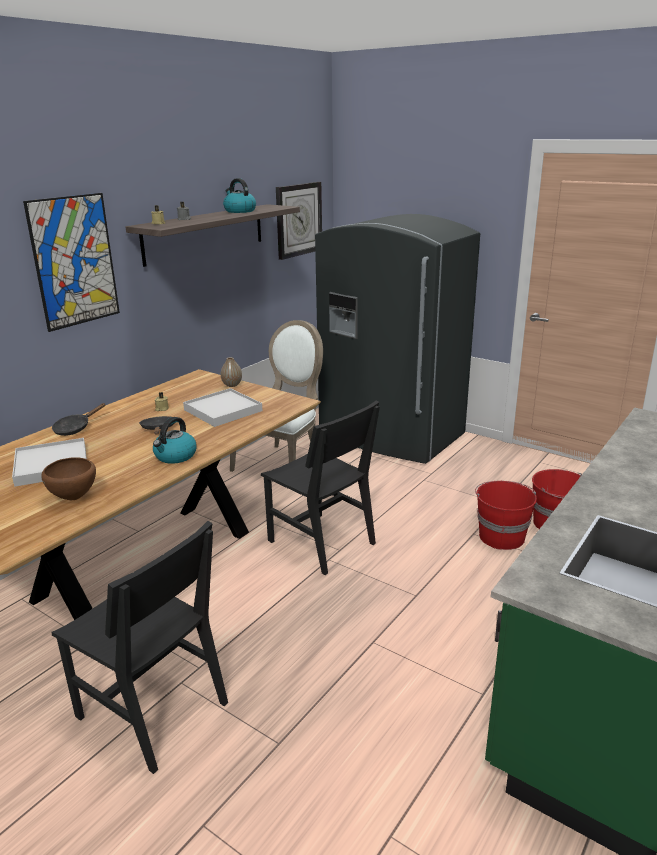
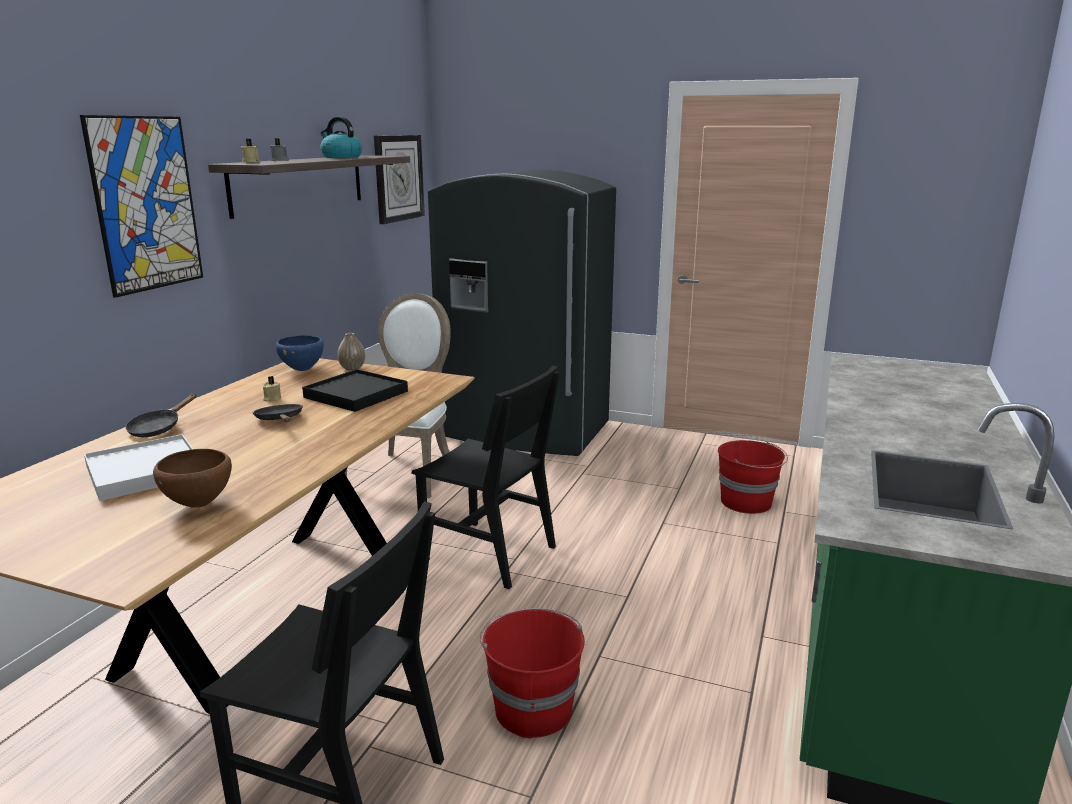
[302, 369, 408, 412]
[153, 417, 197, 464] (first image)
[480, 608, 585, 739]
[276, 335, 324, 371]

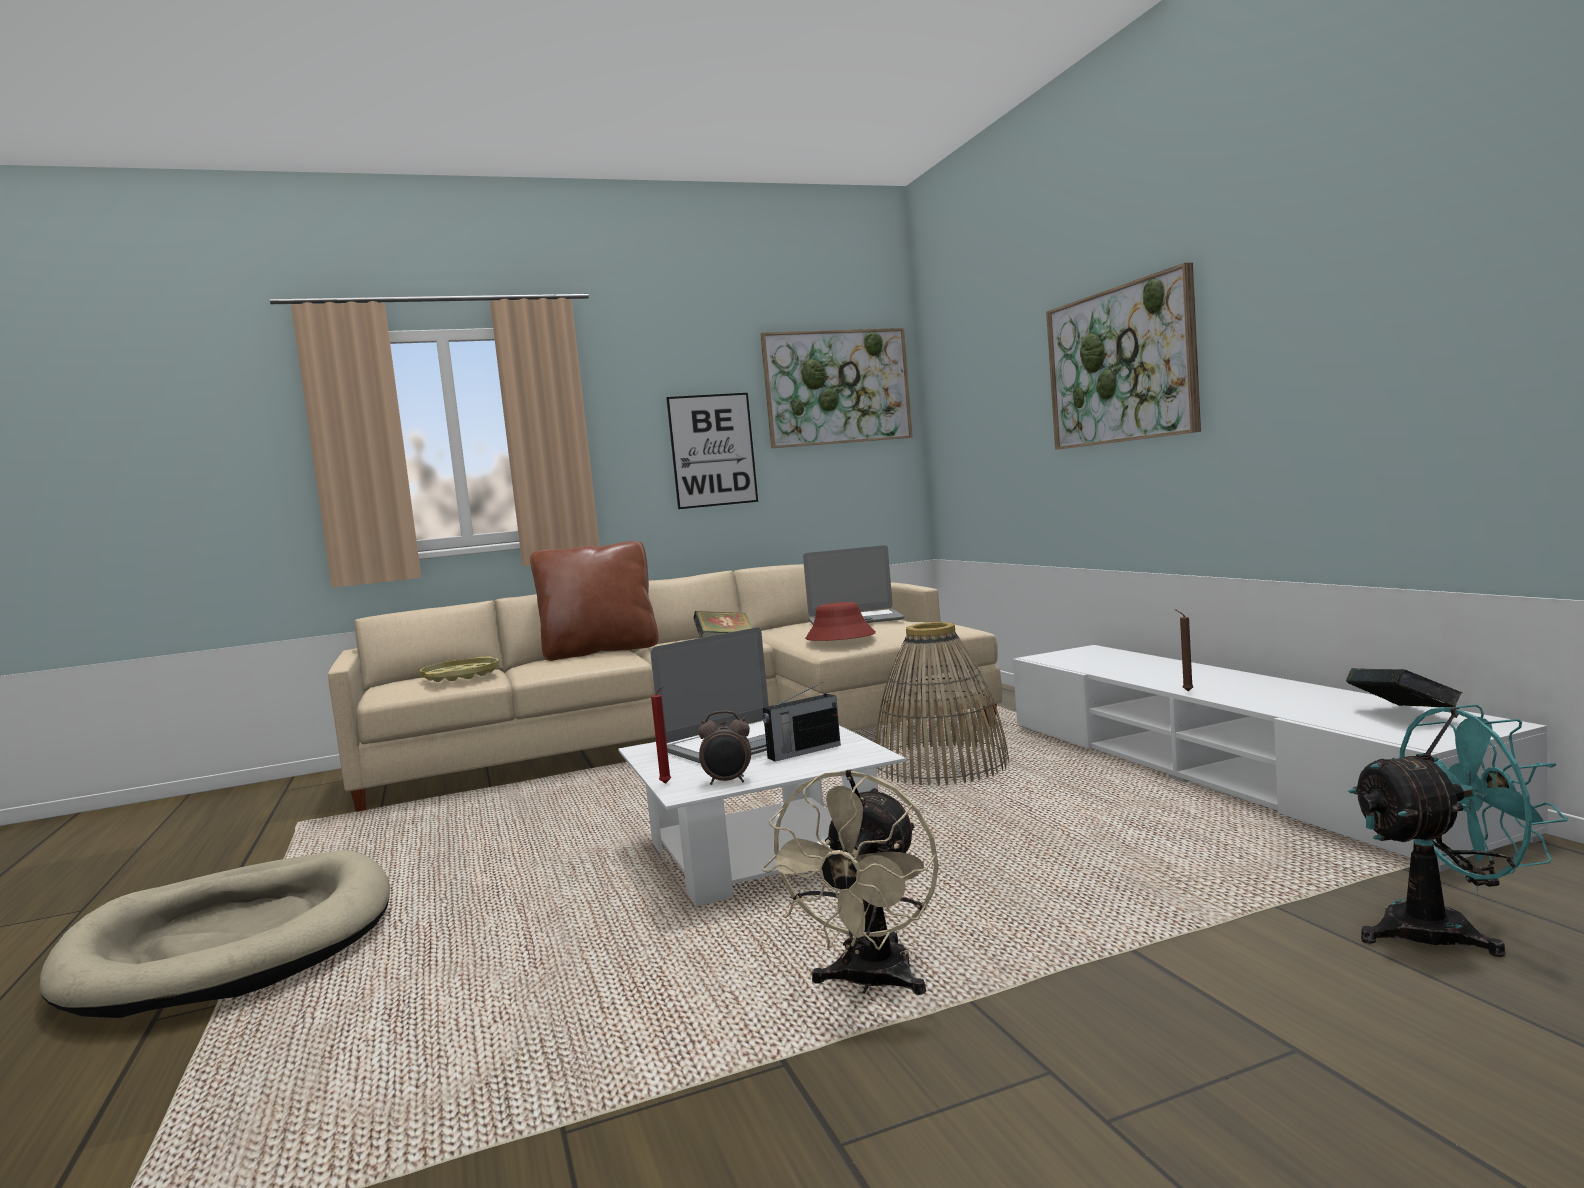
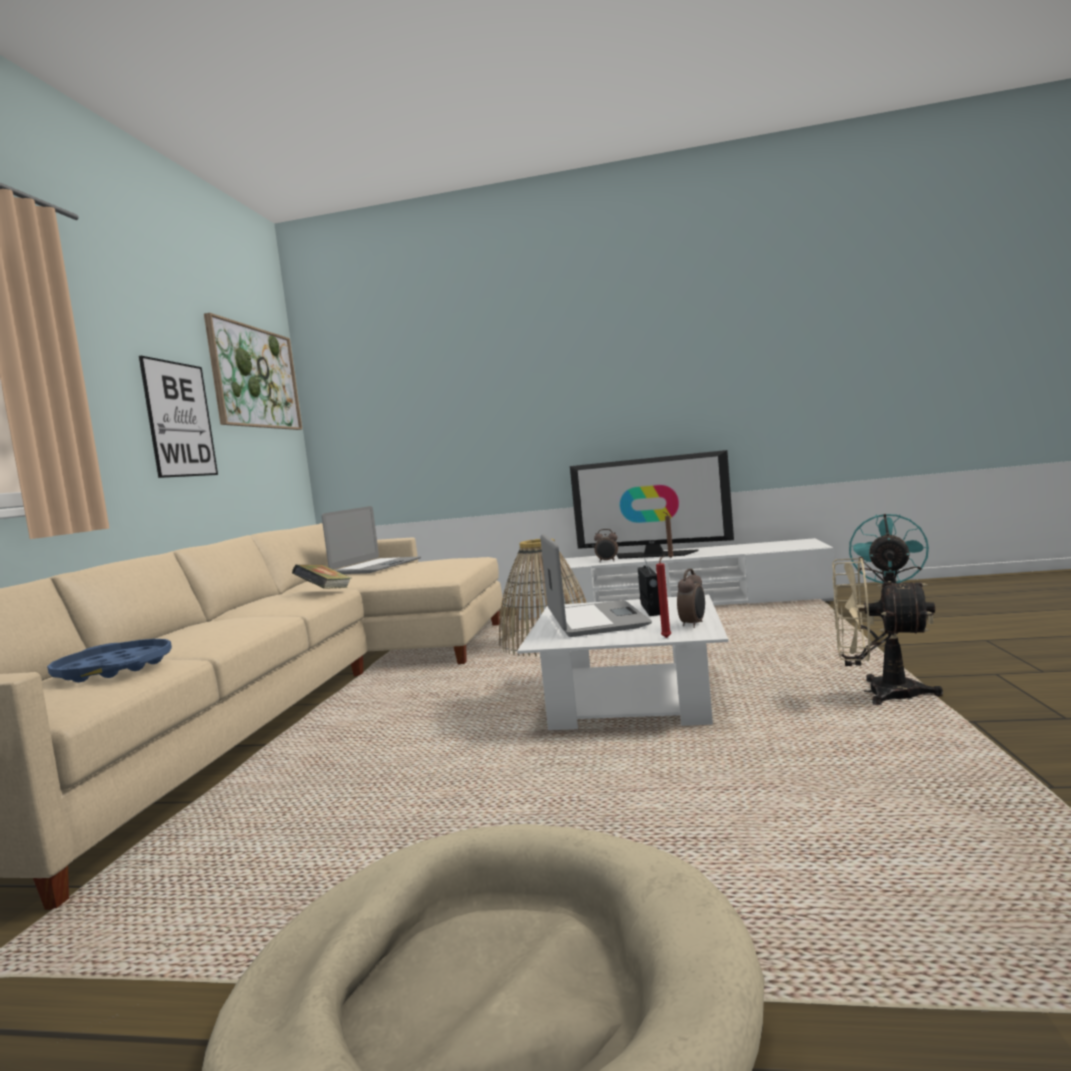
[1046, 263, 1201, 450] (first image)
[530, 541, 658, 661] (first image)
[805, 602, 876, 641] (first image)
[47, 639, 172, 683]
[1346, 668, 1462, 708] (first image)
[832, 557, 943, 705]
[570, 450, 734, 559]
[594, 529, 618, 562]

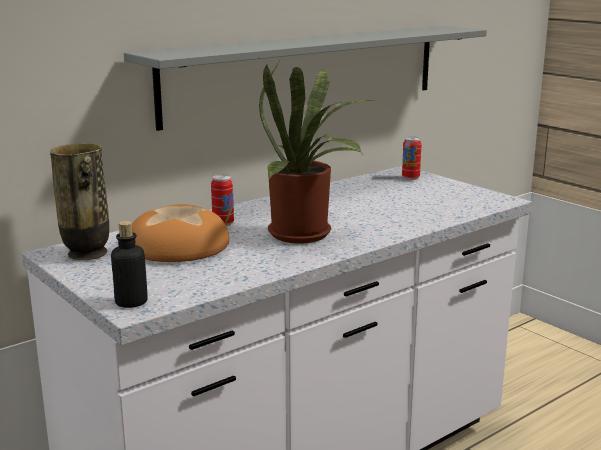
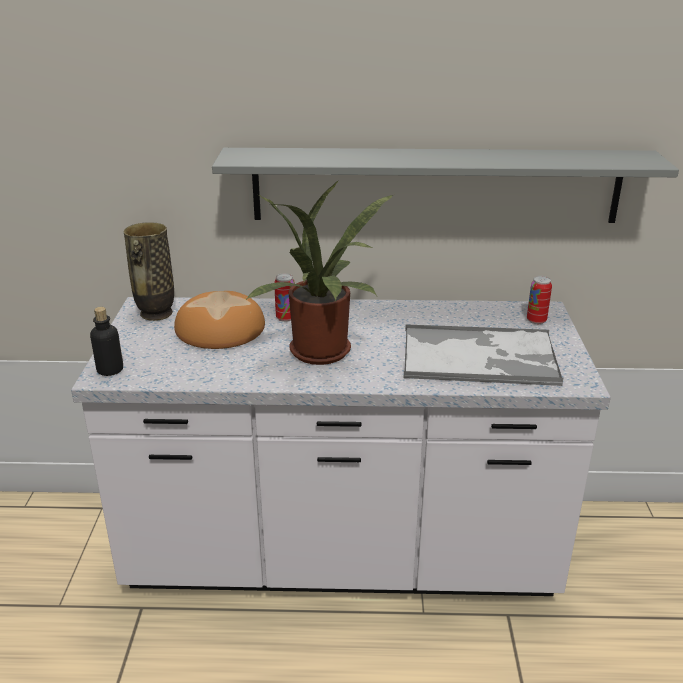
[404, 324, 563, 386]

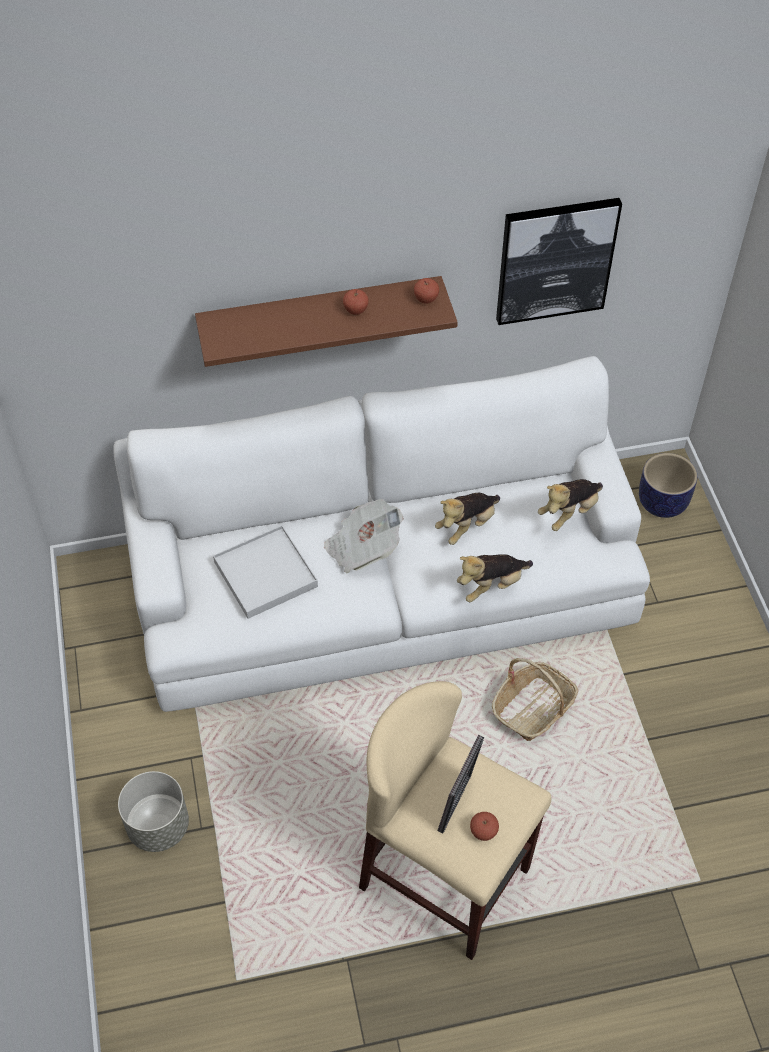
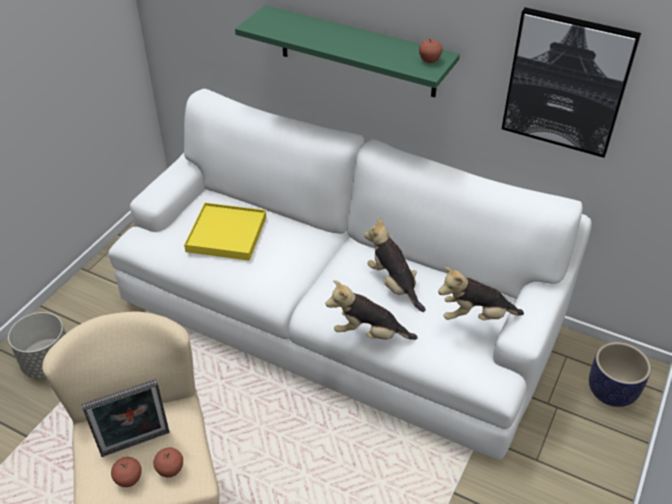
[235, 5, 460, 97]
[153, 447, 183, 478]
[364, 217, 425, 312]
[324, 499, 404, 573] (first image)
[184, 203, 266, 261]
[492, 658, 578, 741] (first image)

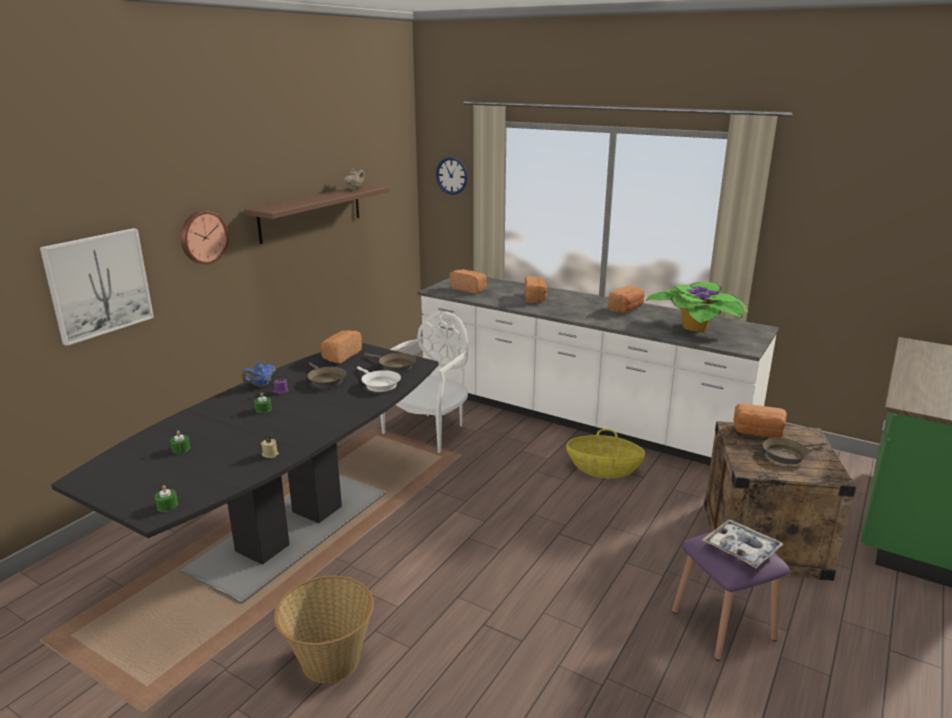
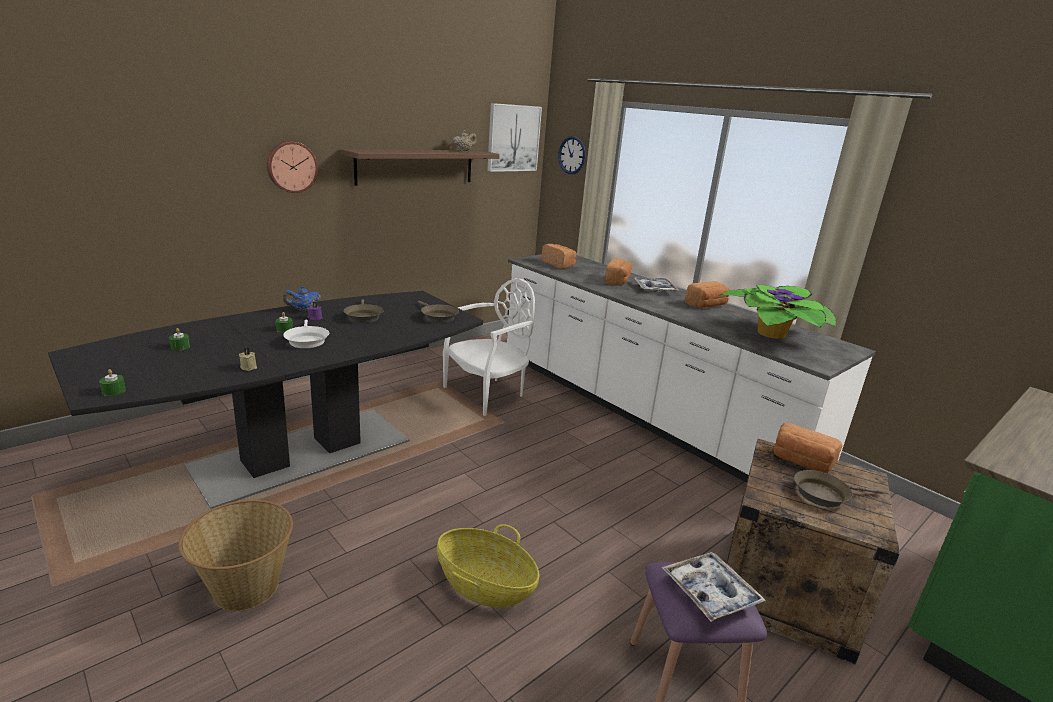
[487, 103, 542, 172]
[321, 330, 362, 363] (first image)
[284, 320, 329, 348]
[437, 524, 539, 608]
[634, 277, 678, 292]

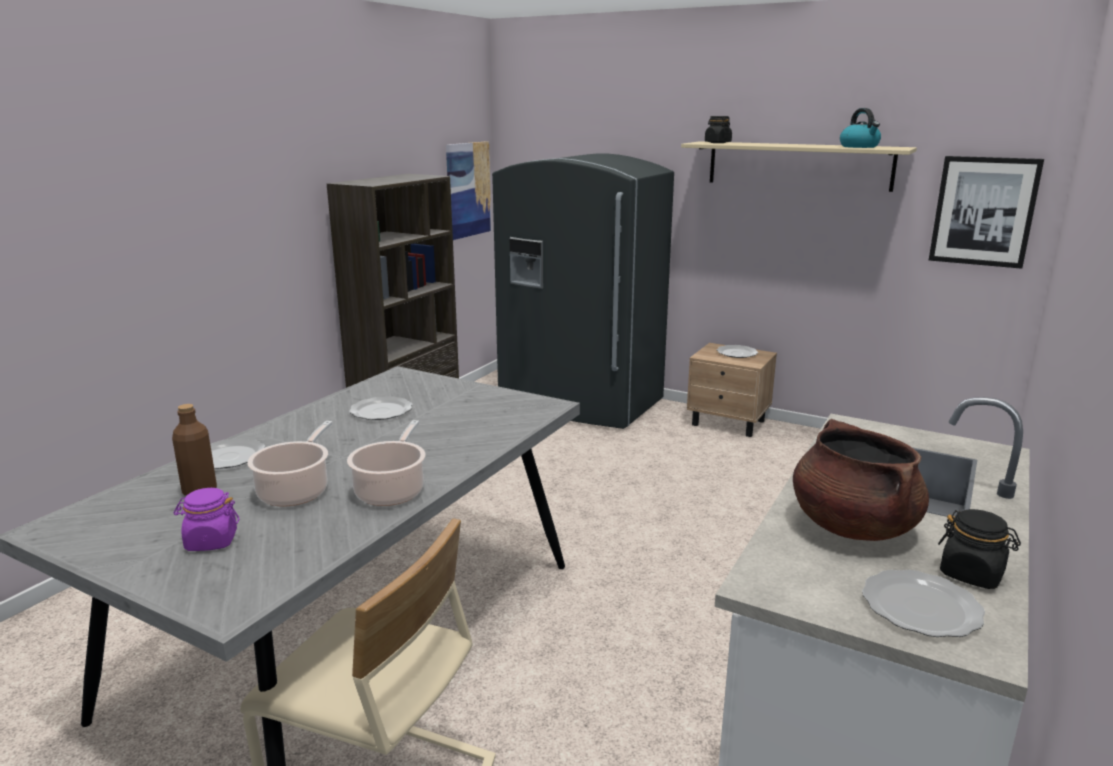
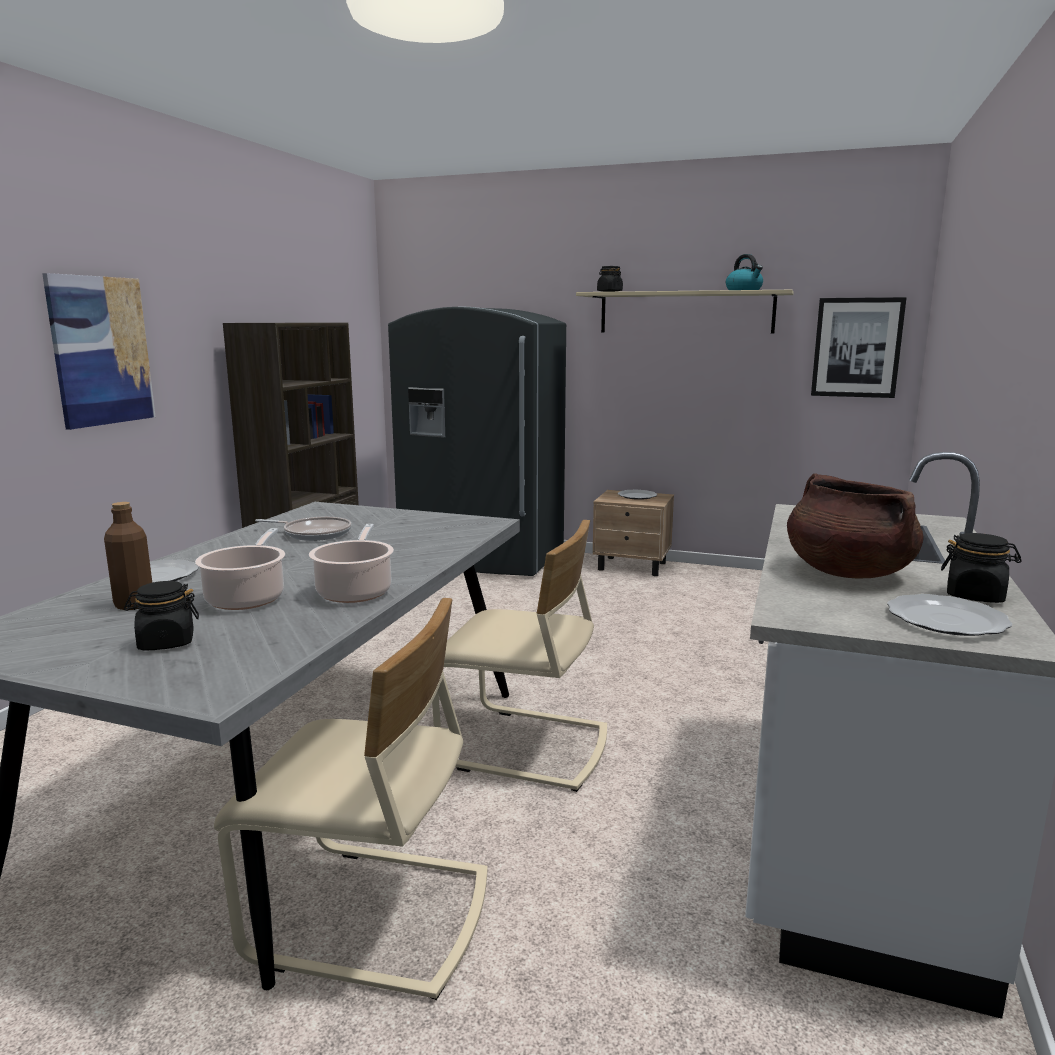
[42, 273, 156, 430]
[255, 517, 351, 541]
[124, 581, 199, 651]
[432, 520, 607, 792]

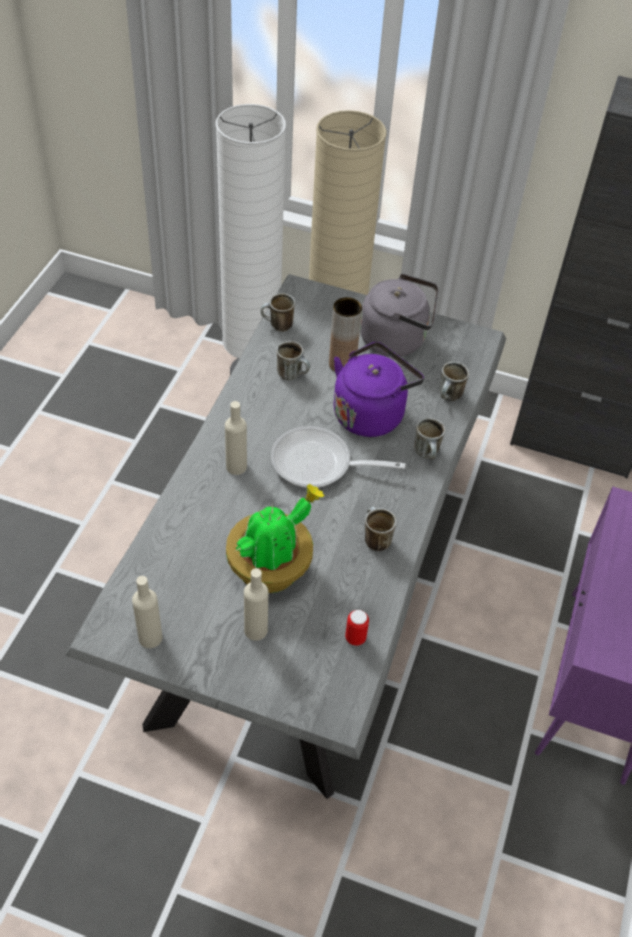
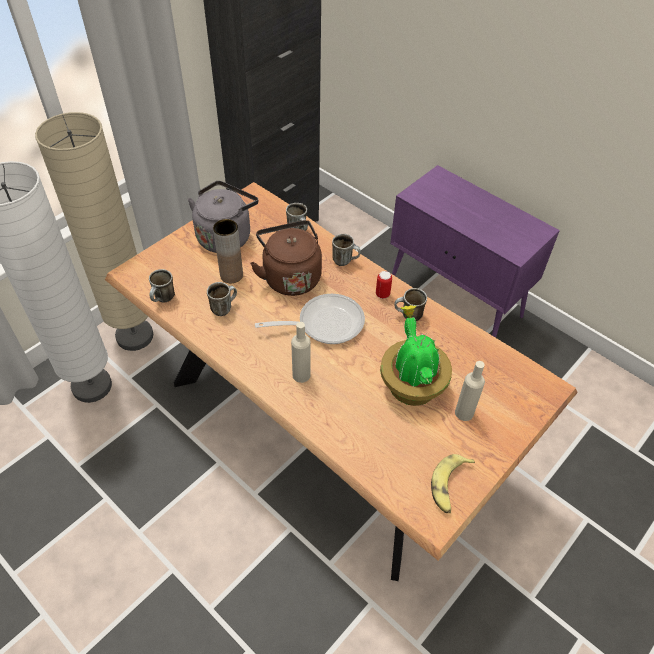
[105, 182, 578, 581]
[250, 220, 322, 296]
[255, 294, 365, 344]
[431, 454, 475, 513]
[376, 271, 392, 299]

